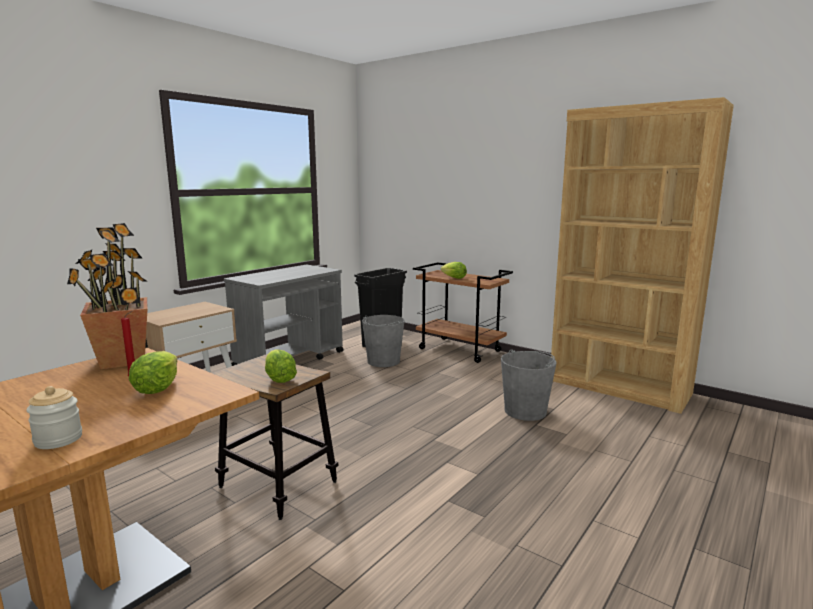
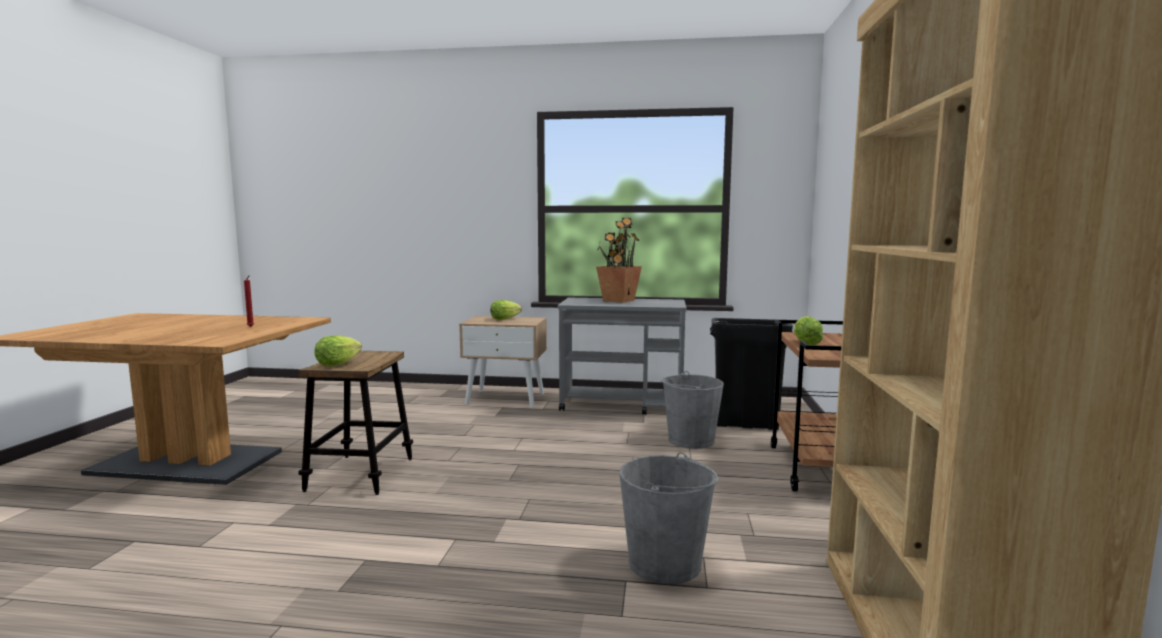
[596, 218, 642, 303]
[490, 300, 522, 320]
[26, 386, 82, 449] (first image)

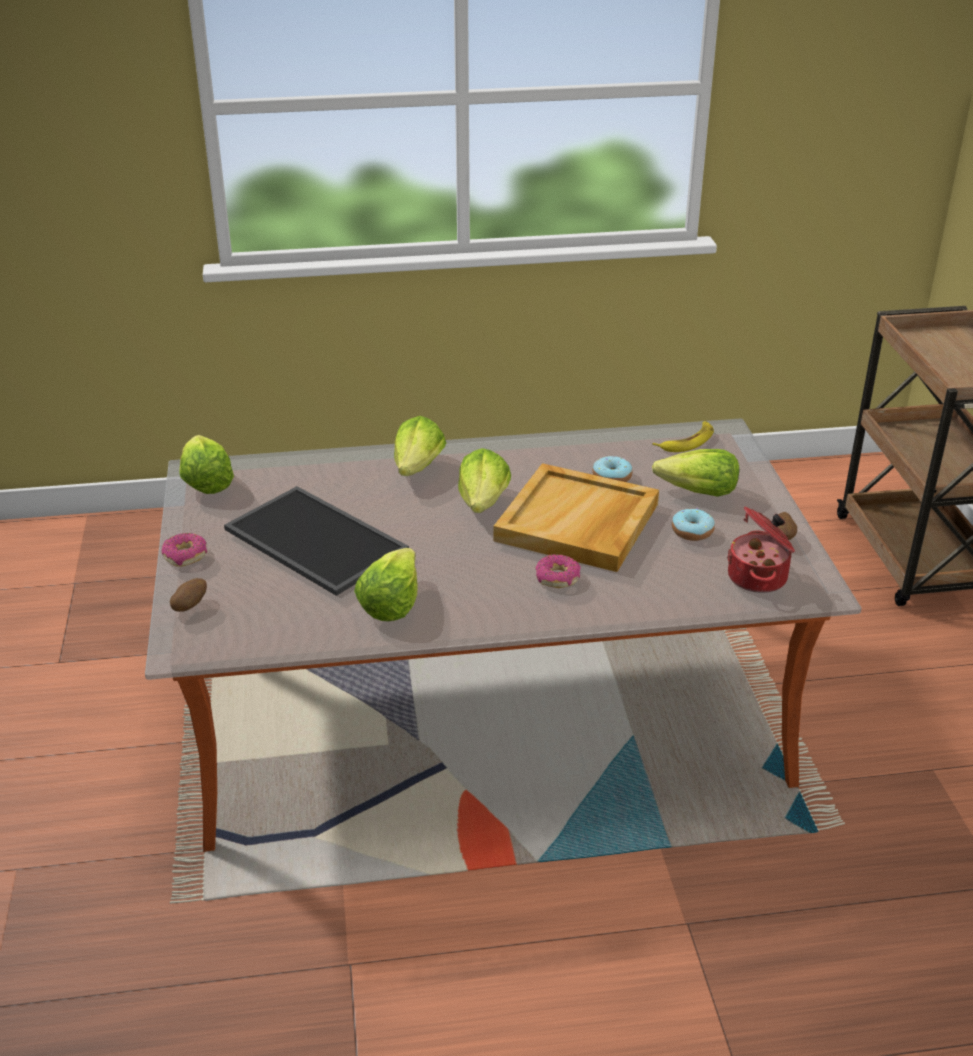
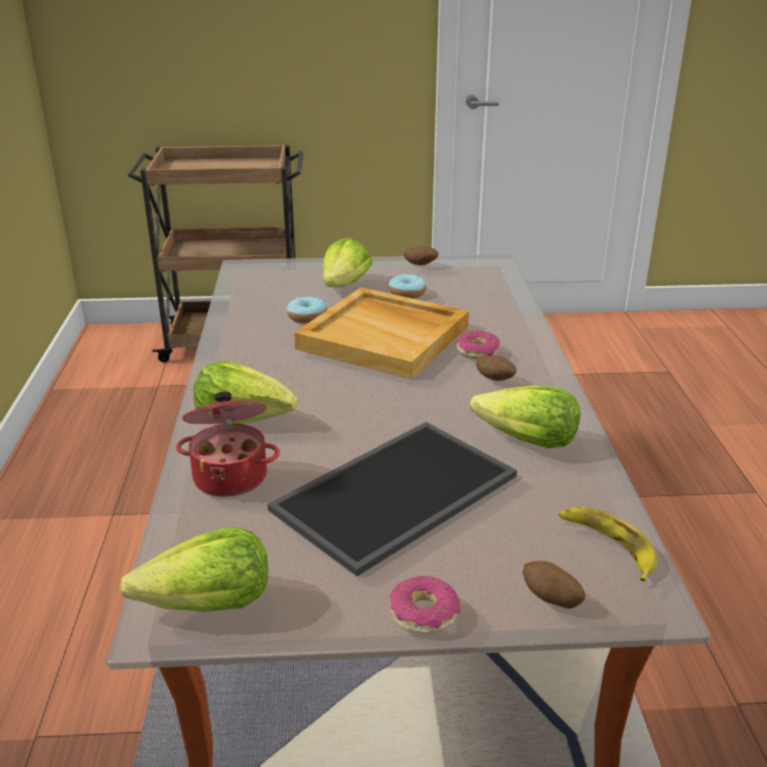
[559, 507, 657, 582]
[458, 448, 511, 513] (first image)
[176, 392, 280, 497]
[476, 355, 516, 381]

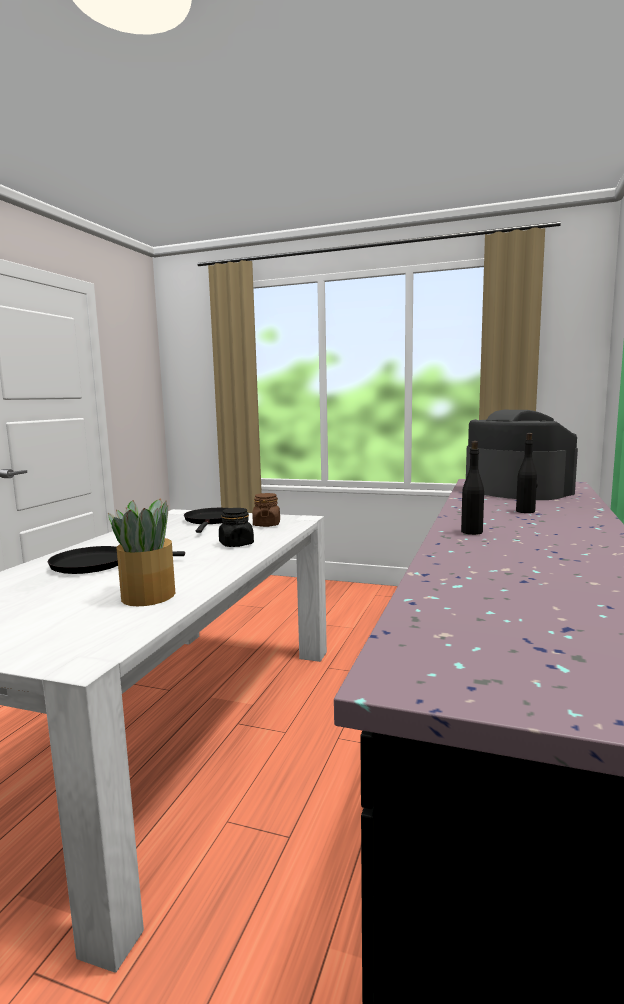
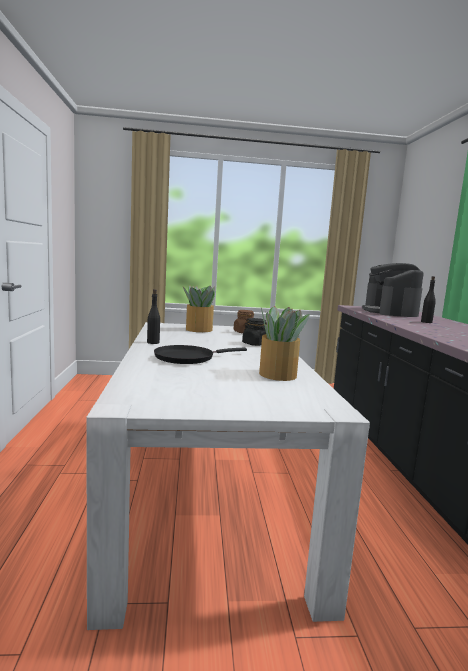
[362, 263, 424, 317]
[147, 289, 160, 344]
[183, 285, 215, 332]

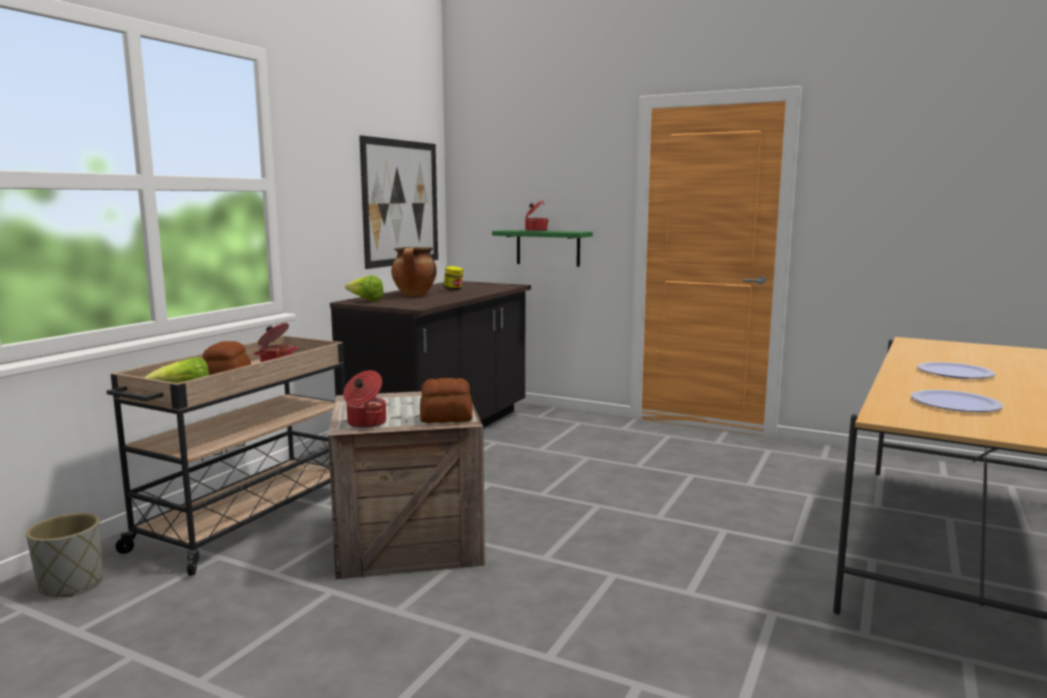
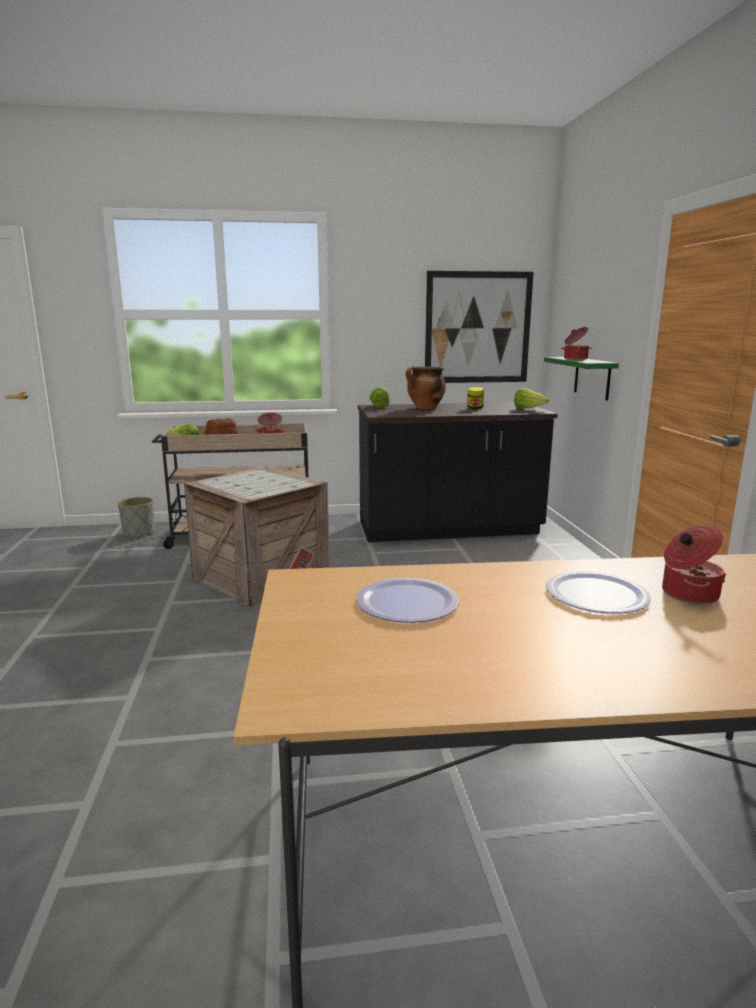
[662, 524, 726, 604]
[420, 378, 473, 423] (first image)
[514, 388, 549, 409]

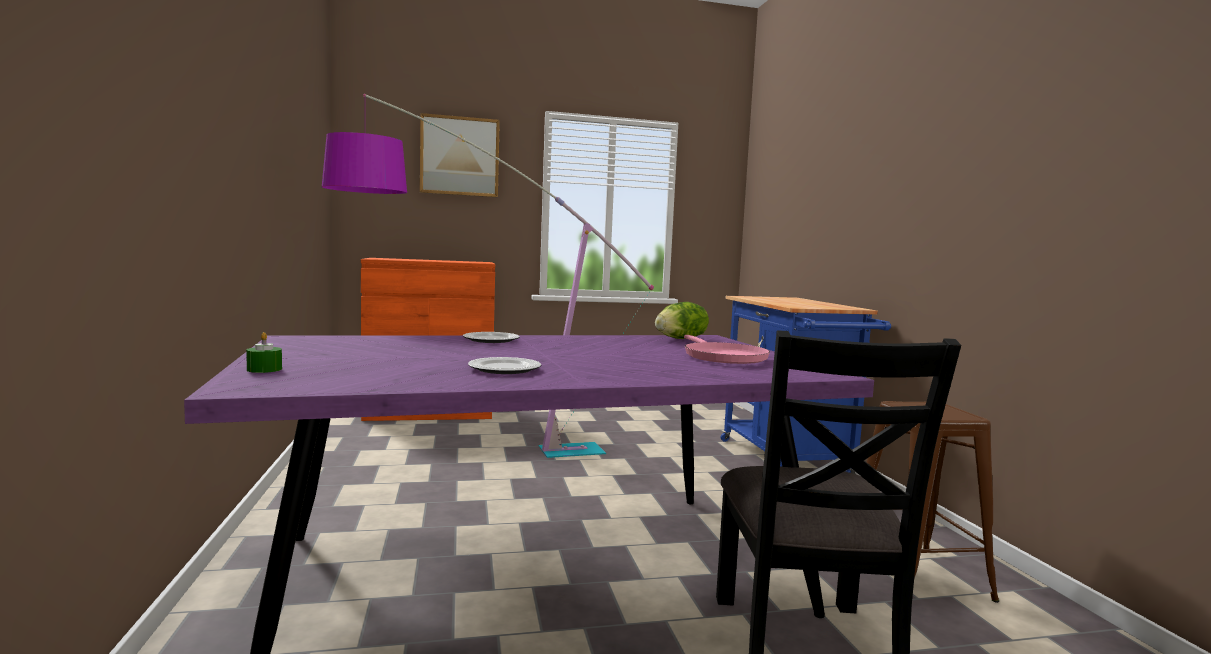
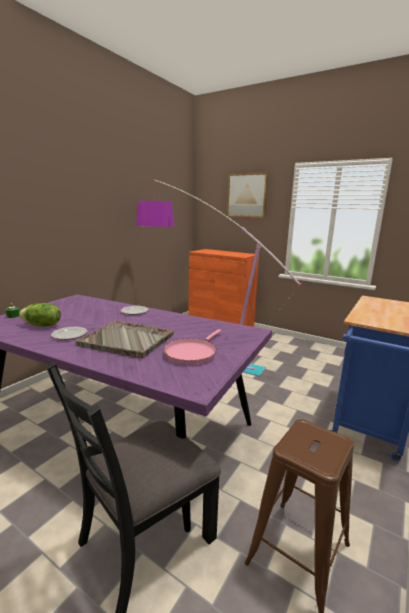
[19, 303, 61, 327]
[75, 321, 174, 359]

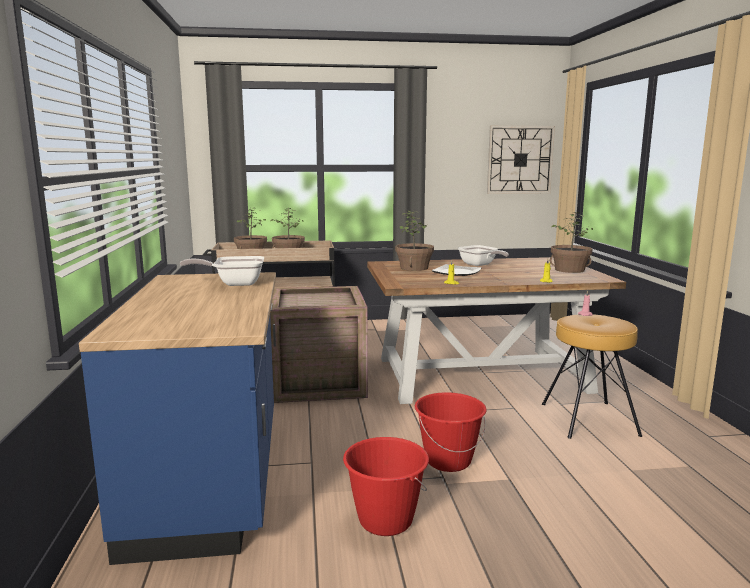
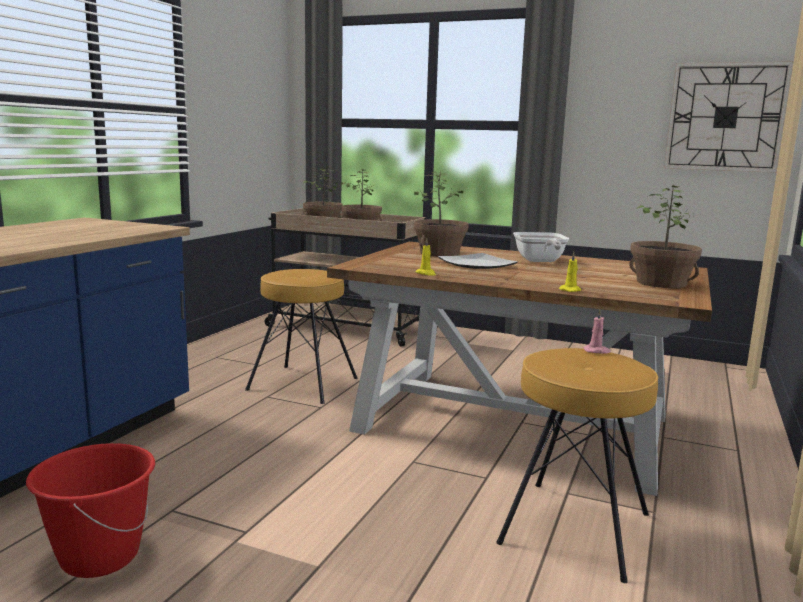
[180, 256, 264, 286] (first image)
[245, 269, 357, 404]
[415, 392, 486, 472] (first image)

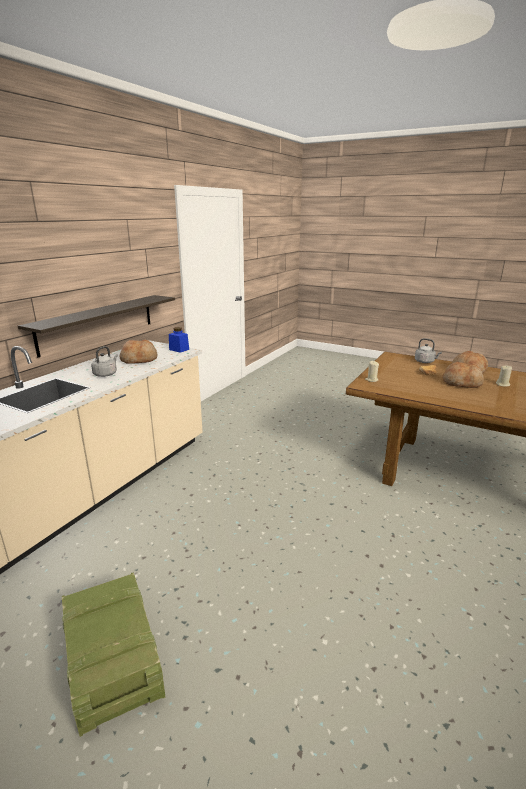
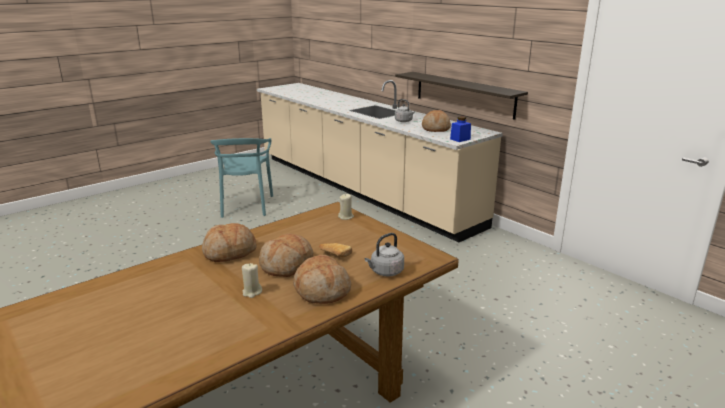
[210, 138, 273, 218]
[202, 223, 257, 262]

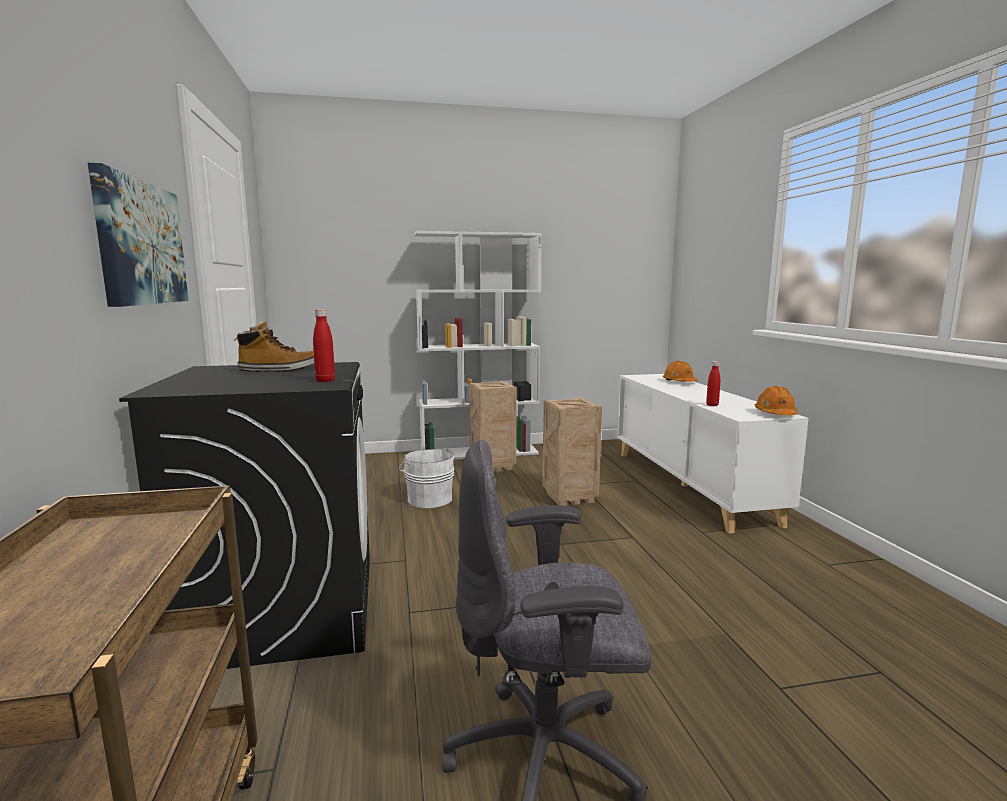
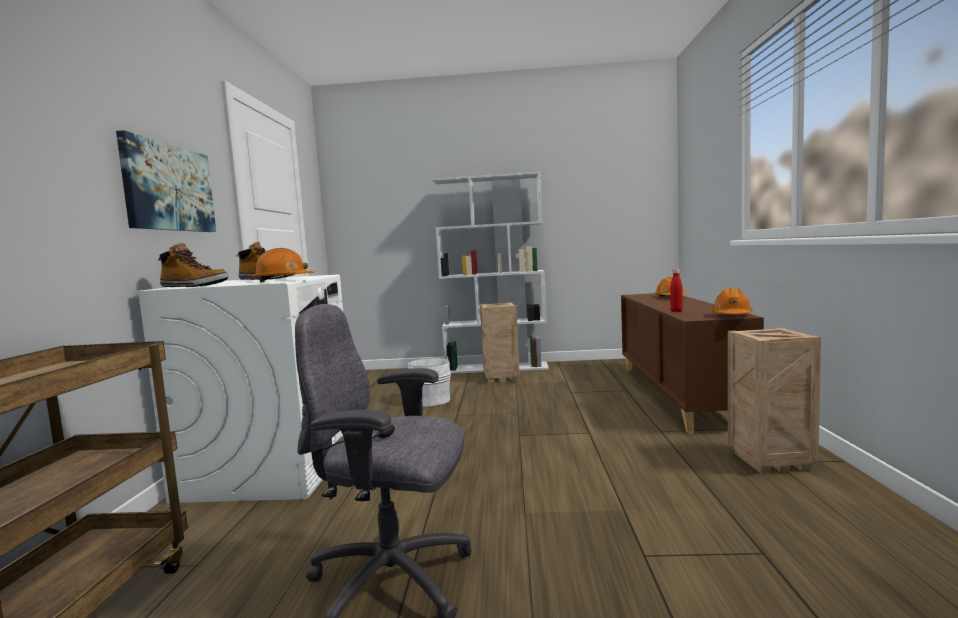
[253, 248, 315, 282]
[133, 275, 343, 503]
[621, 293, 764, 434]
[728, 328, 821, 473]
[158, 242, 229, 287]

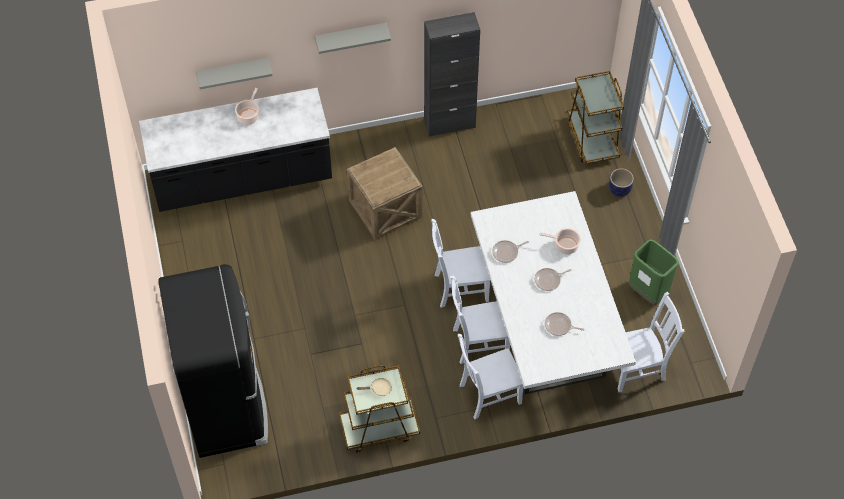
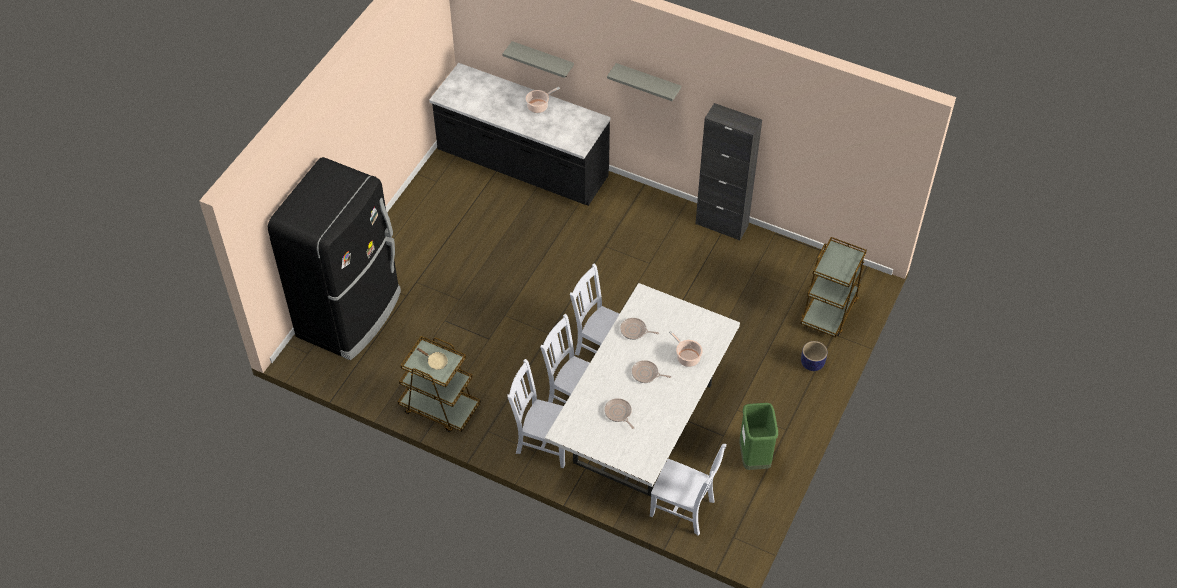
[347, 147, 423, 240] (first image)

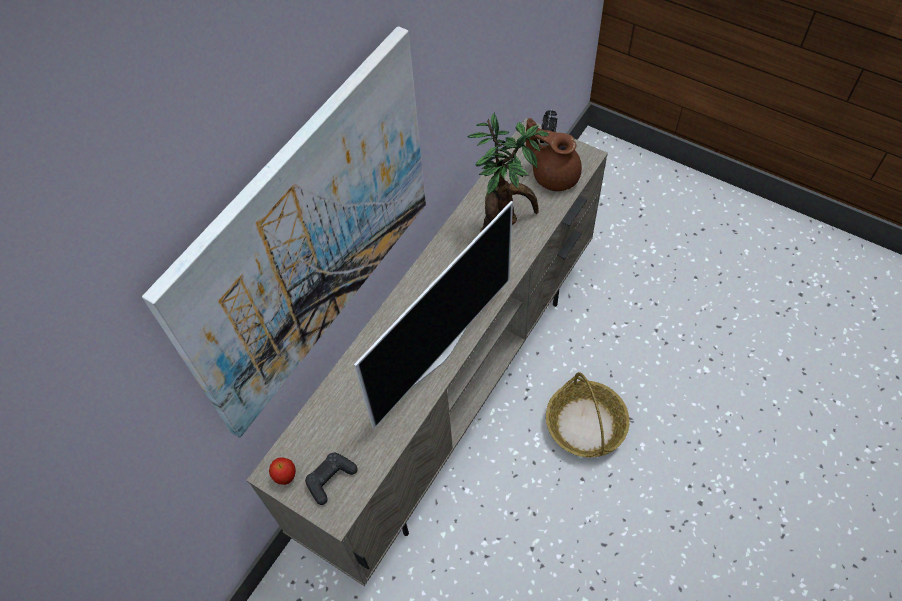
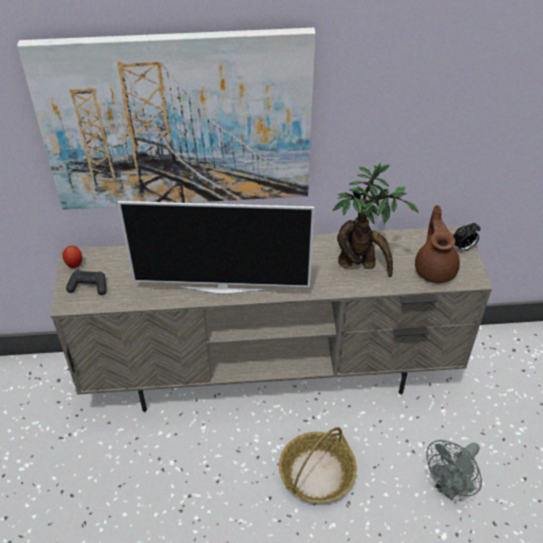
[426, 440, 482, 500]

